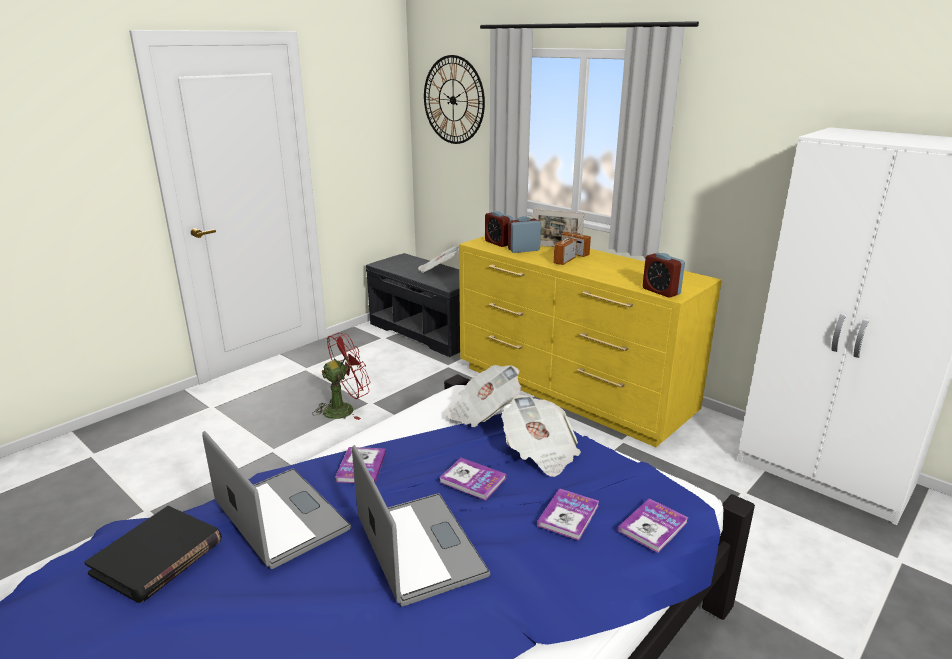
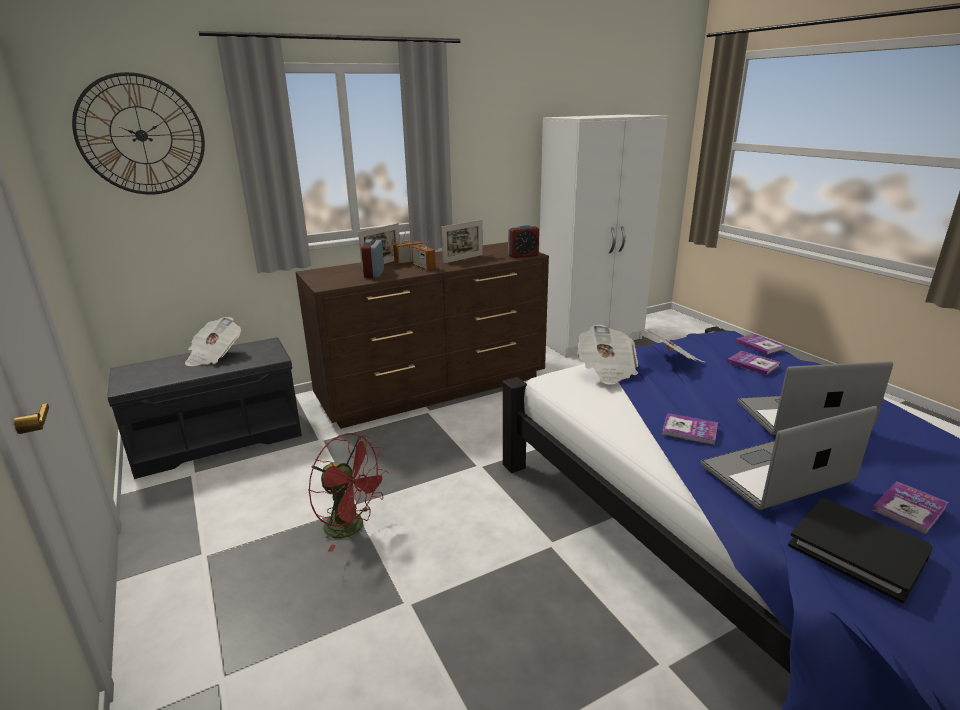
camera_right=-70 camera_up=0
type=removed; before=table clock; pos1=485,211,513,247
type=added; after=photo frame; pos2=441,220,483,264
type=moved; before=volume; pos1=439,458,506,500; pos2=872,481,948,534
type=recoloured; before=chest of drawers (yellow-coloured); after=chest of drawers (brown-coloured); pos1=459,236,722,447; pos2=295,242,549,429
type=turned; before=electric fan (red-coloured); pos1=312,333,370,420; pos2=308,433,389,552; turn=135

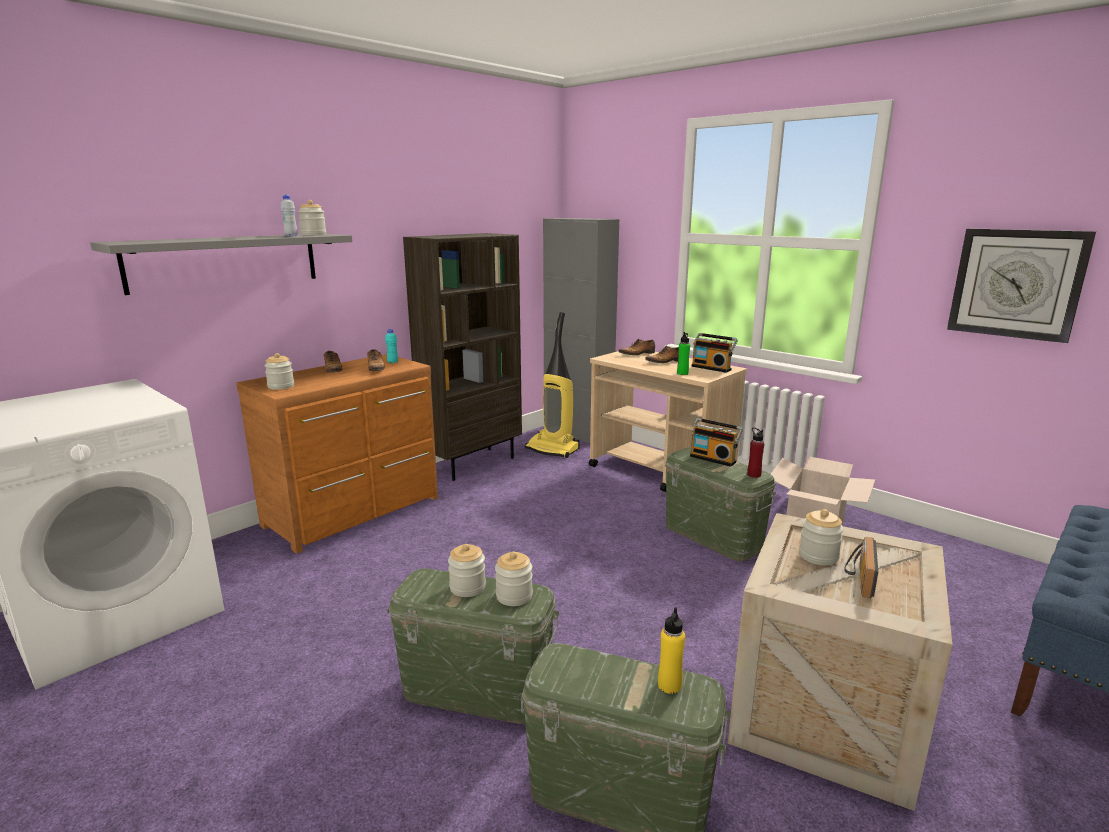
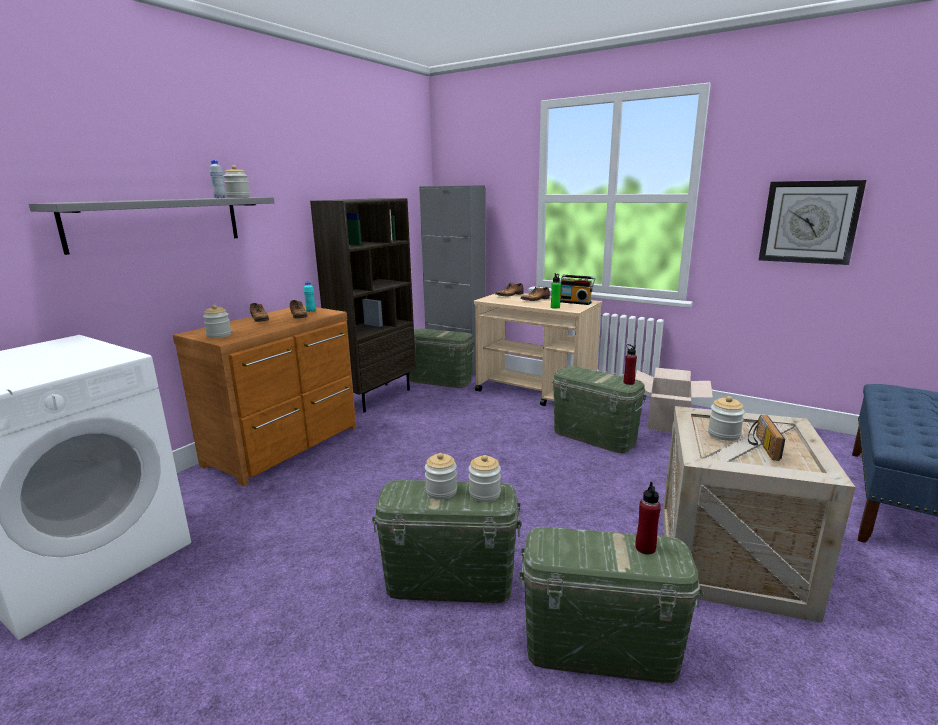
camera_right=-10 camera_up=0
type=removed; before=radio set; pos1=690,418,743,467
type=replaced; before=vacuum; after=storage box (greenish); pos1=525,312,580,458; pos2=409,329,475,388
type=recoloured; before=bottle (yellow-coloured); after=bottle (red-coloured); pos1=658,607,685,694; pos2=635,482,661,554

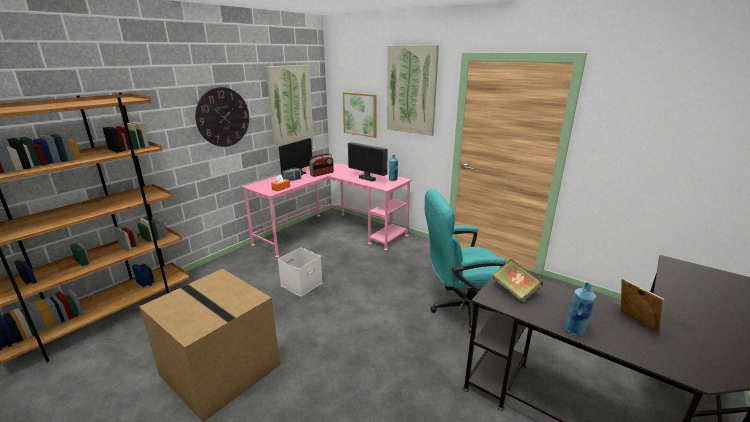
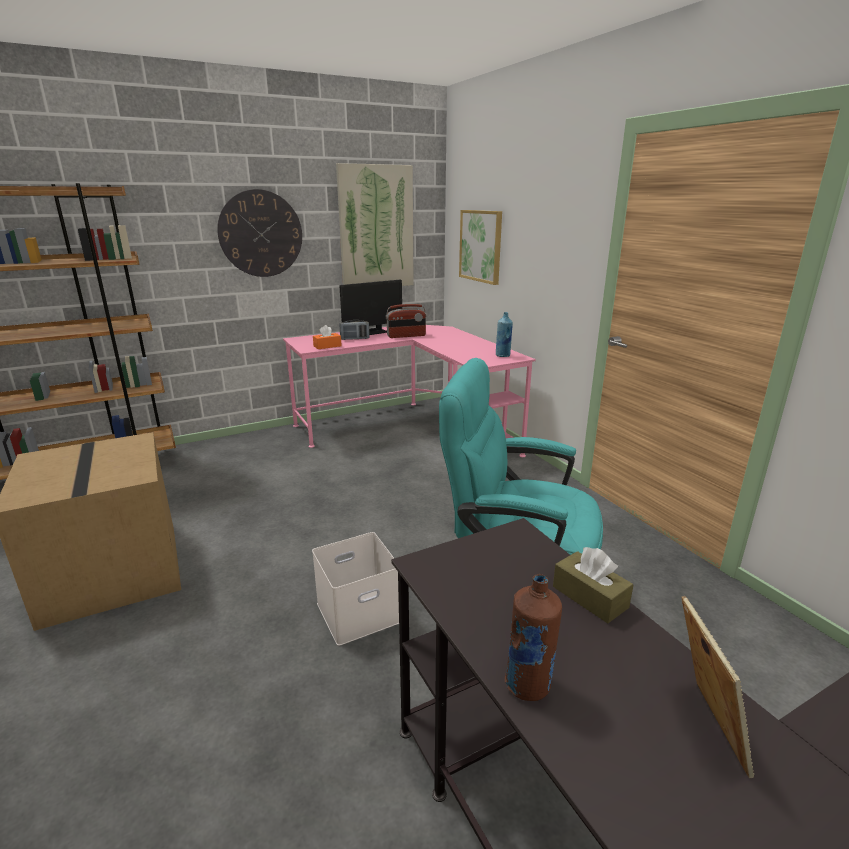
camera_right=25 camera_up=0
type=removed; before=computer display; pos1=348,142,388,181
type=removed; before=picture; pos1=387,45,439,136
type=removed; before=volume; pos1=493,259,543,303
type=added; after=tissue holder (brown-coloured); pos2=553,547,633,623
type=moved; before=storage box (white-coloured); pos1=278,247,323,297; pos2=312,532,399,646
type=recoloured; before=bottle (blue-coloured); after=bottle (brown-coloured); pos1=565,283,596,336; pos2=505,574,562,701

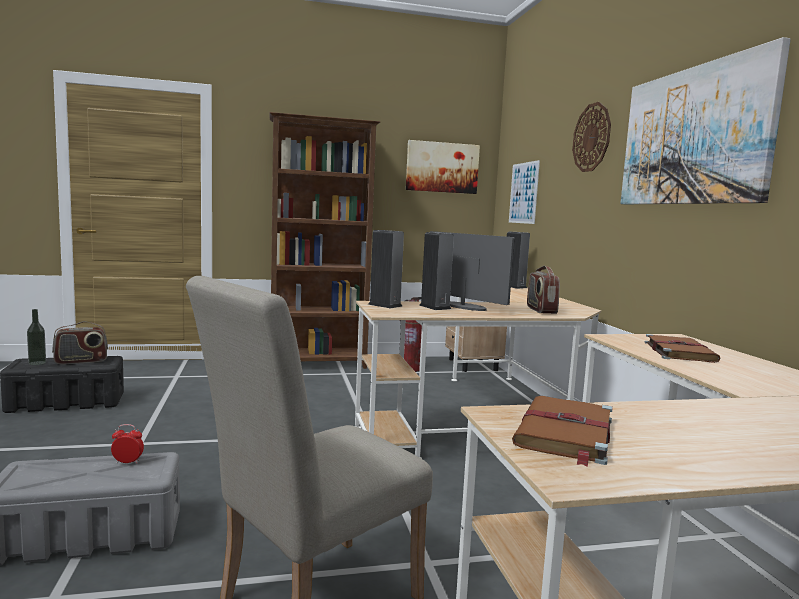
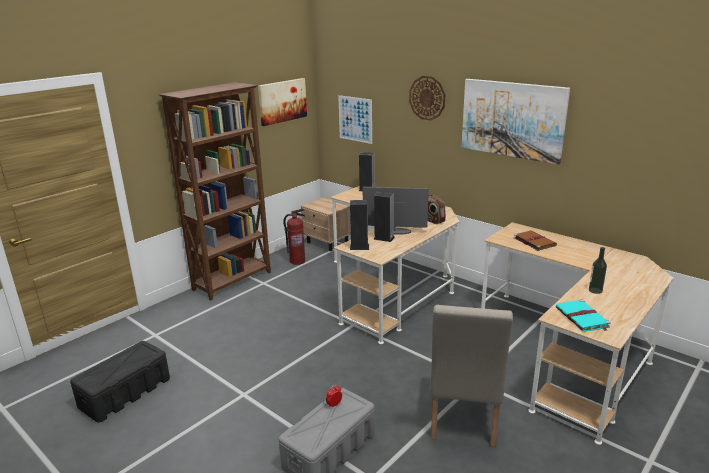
camera_right=-35 camera_up=15
type=removed; before=radio set; pos1=52,321,108,364
type=moved; before=bottle; pos1=27,309,46,365; pos2=589,247,607,294
type=recoloured; before=volume (brown-coloured); after=volume (turquoise); pos1=512,396,613,467; pos2=556,300,611,332

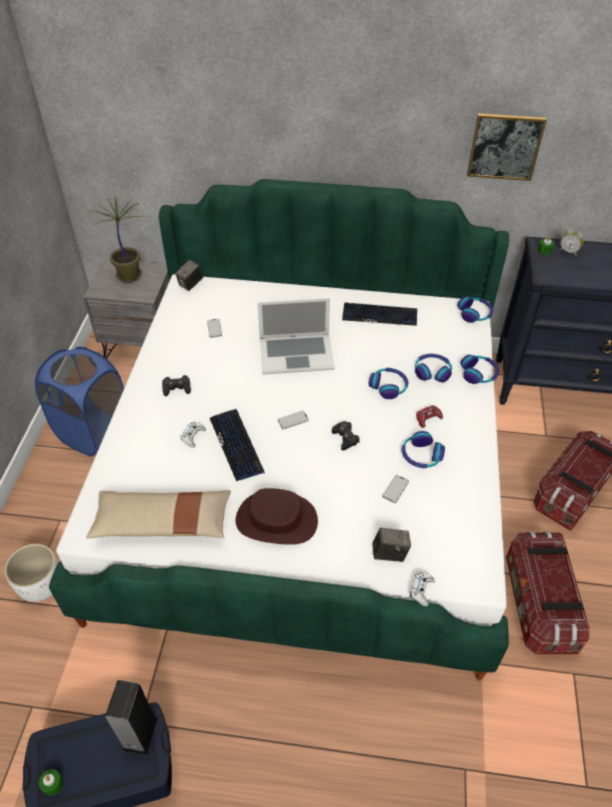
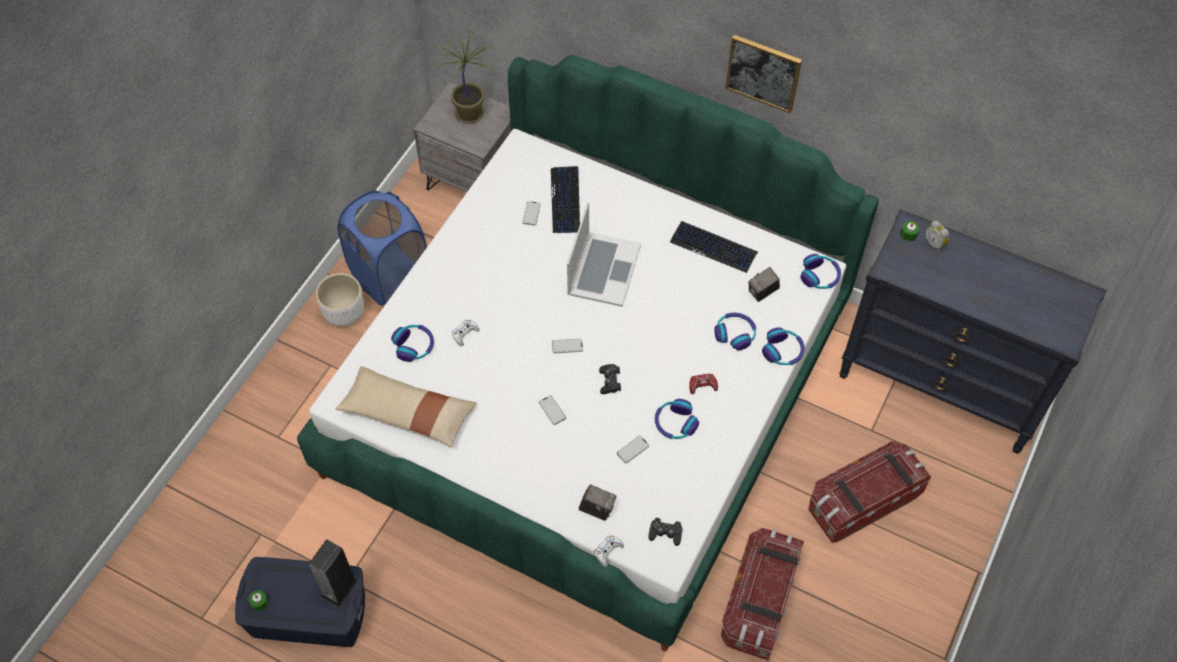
camera_right=20 camera_up=10
type=removed; before=wearable hat (brown-coloured); pos1=236,488,318,545
type=added; after=phone; pos2=539,395,566,425
type=moved; before=flower pot (white-coloured); pos1=4,544,58,602; pos2=316,273,364,326
type=moved; before=game controller (black); pos1=162,375,191,396; pos2=648,517,682,546
type=moved; before=still camera; pos1=175,260,203,291; pos2=749,267,780,302
type=moved; before=computer keyboard; pos1=210,409,265,482; pos2=551,166,580,233
type=moved; before=headset; pos1=369,368,408,399; pos2=391,325,434,362
type=moved; before=picture; pos1=467,113,547,181; pos2=725,35,802,113
type=turned; before=notebook computer; pos1=258,298,335,375; pos2=567,202,641,307; turn=-90

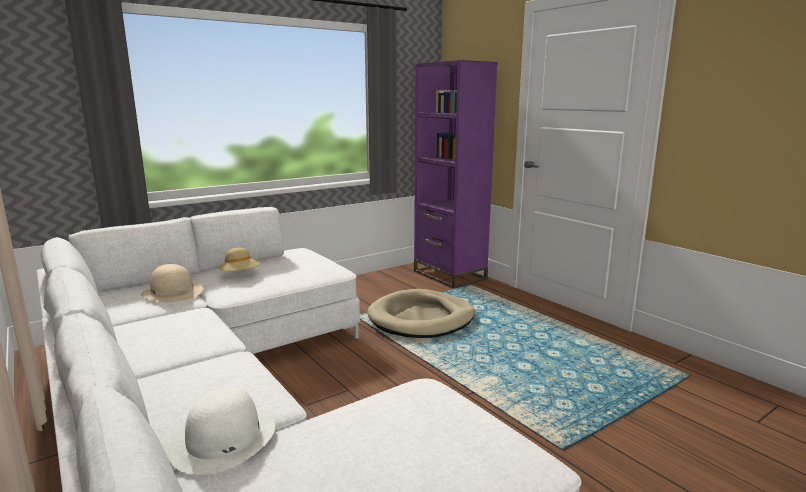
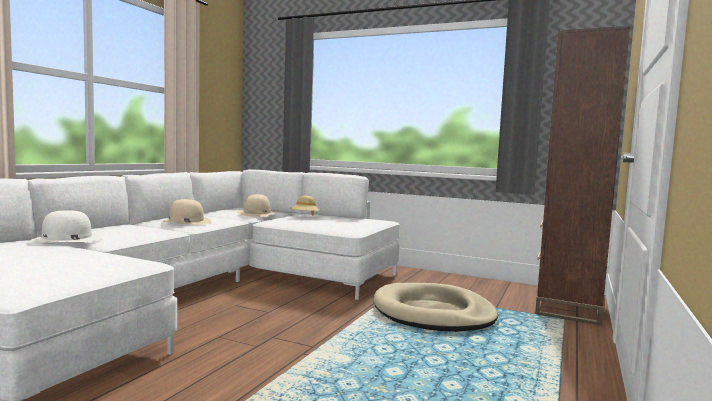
camera_right=60 camera_up=-10
type=added; after=wearable hat (sand-coloured); pos2=162,199,211,225
type=recoloured; before=bookshelf (purple-coloured); after=bookshelf (brown-coloured); pos1=414,60,498,289; pos2=535,26,630,325

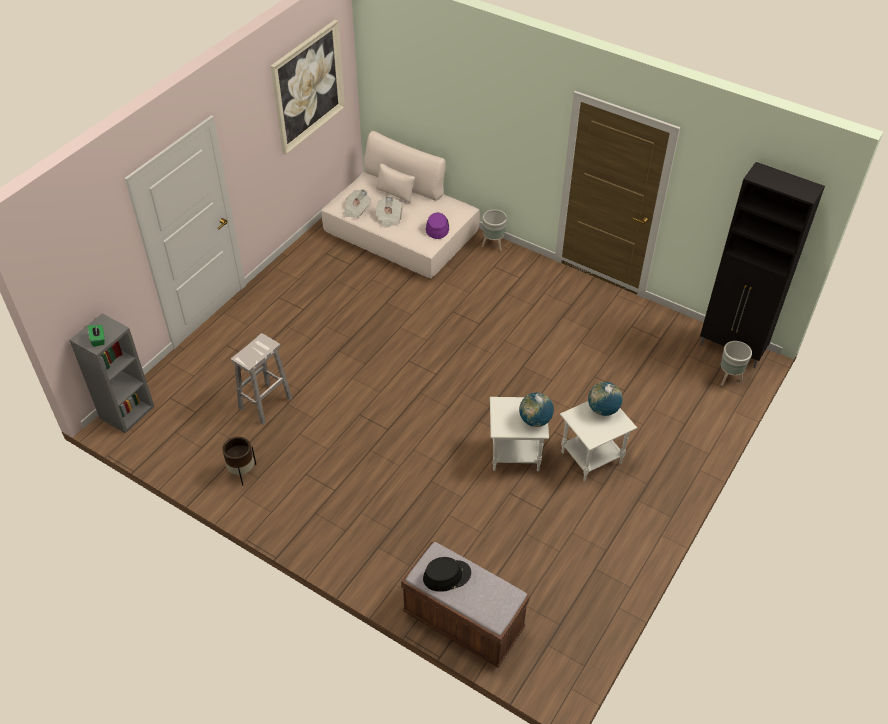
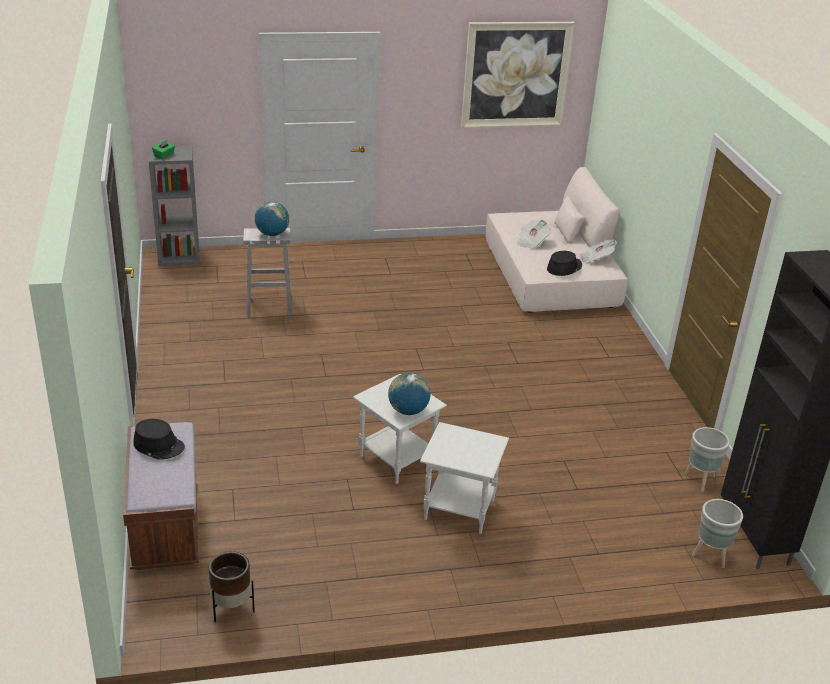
camera_right=45 camera_up=-15
type=moved; before=flower pot (brown-coloured); pos1=222,437,256,486; pos2=209,551,255,622
type=moved; before=newspaper; pos1=343,189,371,218; pos2=579,238,617,263
type=moved; before=flower pot (greyish); pos1=482,210,507,251; pos2=684,427,730,492
type=moved; before=globe; pos1=588,382,623,416; pos2=255,201,289,236
type=recoloured; before=wearable hat (purple-coloured); after=wearable hat (black); pos1=426,213,449,239; pos2=547,251,582,276

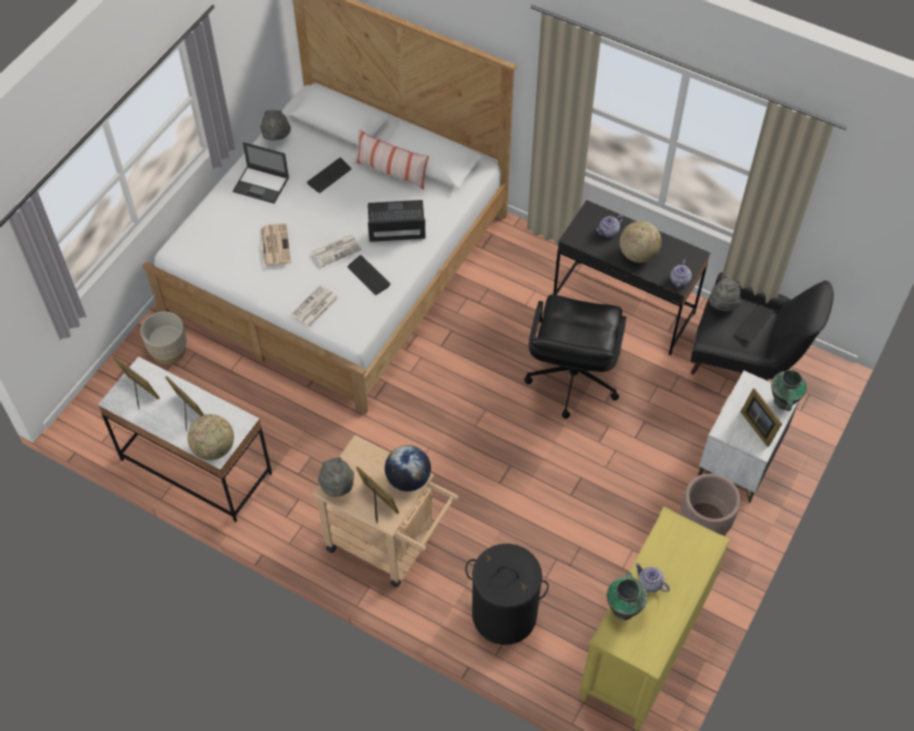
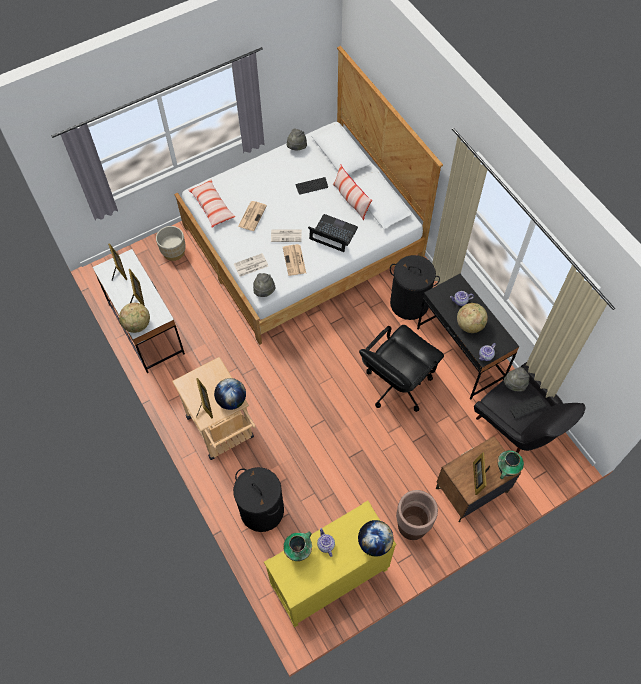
camera_right=30 camera_up=5
type=removed; before=notebook computer; pos1=233,142,289,204
type=added; after=pillow; pos2=188,179,236,228
type=added; after=globe; pos2=358,520,394,557
type=added; after=hamper (black); pos2=390,255,440,320
type=moved; before=wearable hat (greyish); pos1=318,457,354,497; pos2=253,273,276,297
type=replaced; before=computer keyboard; after=newspaper; pos1=347,255,390,295; pos2=283,244,306,276
type=recoloured; before=nightstand (white-coloured); after=nightstand (brown-coloured); pos1=698,371,799,503; pos2=436,436,522,522

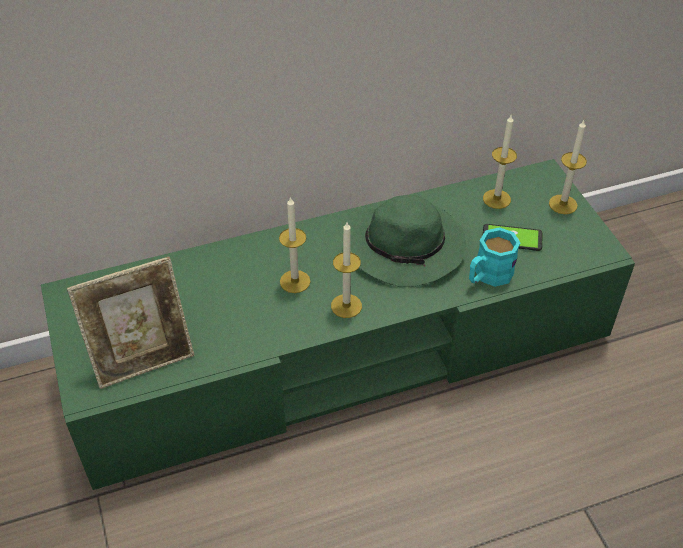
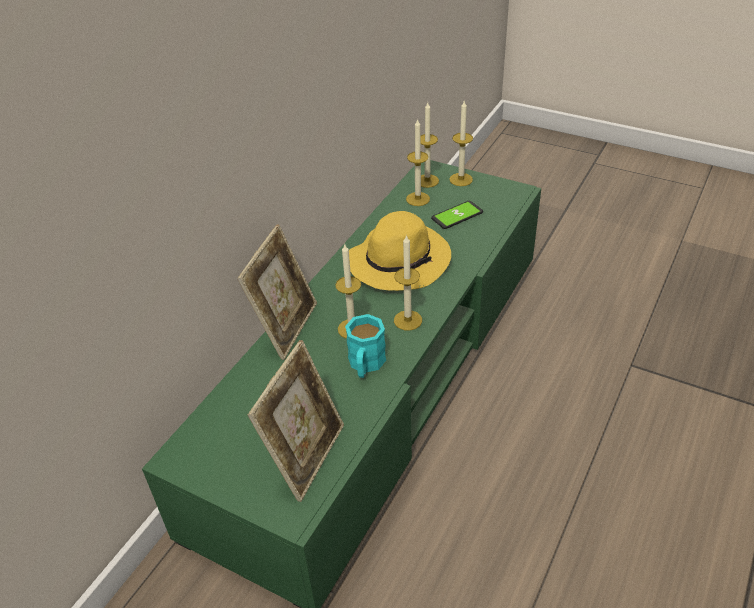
camera_right=-40 camera_up=-5
type=added; after=photo frame; pos2=237,224,317,360
type=added; after=wax light; pos2=420,102,439,188
type=moved; before=mug (turquoise); pos1=469,227,520,287; pos2=345,314,386,378
type=recoloured; before=wearable hat (greenish); after=wearable hat (yellow-coloured); pos1=348,195,466,287; pos2=349,211,451,291

